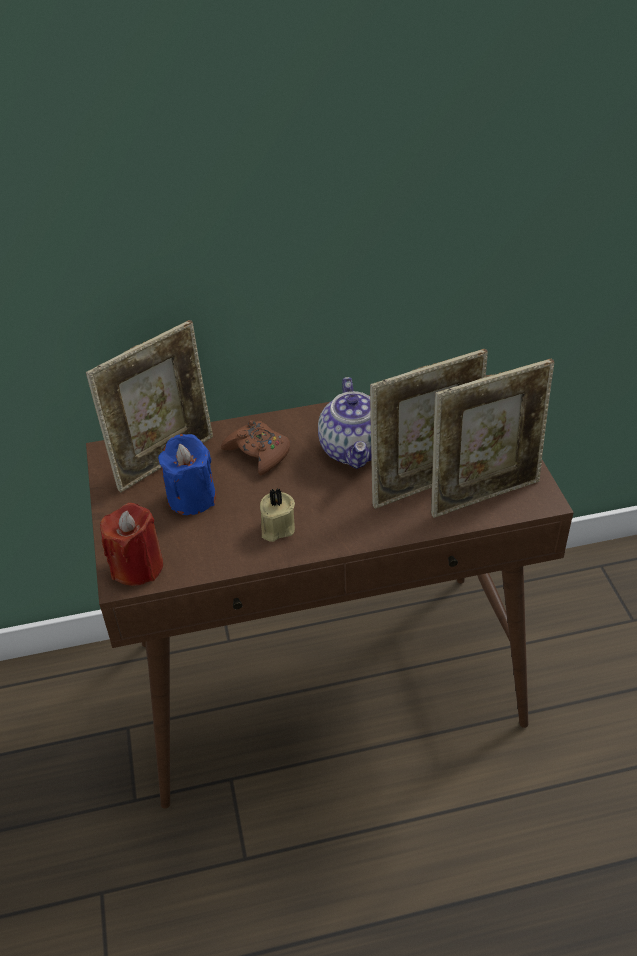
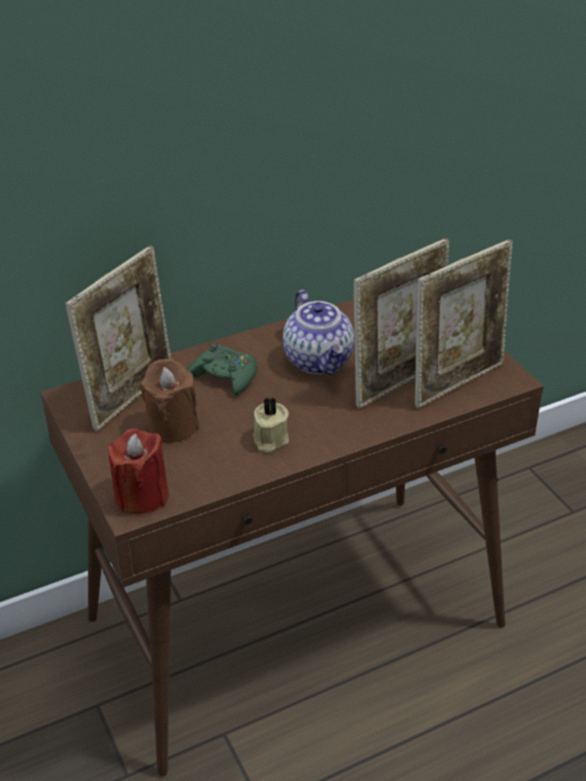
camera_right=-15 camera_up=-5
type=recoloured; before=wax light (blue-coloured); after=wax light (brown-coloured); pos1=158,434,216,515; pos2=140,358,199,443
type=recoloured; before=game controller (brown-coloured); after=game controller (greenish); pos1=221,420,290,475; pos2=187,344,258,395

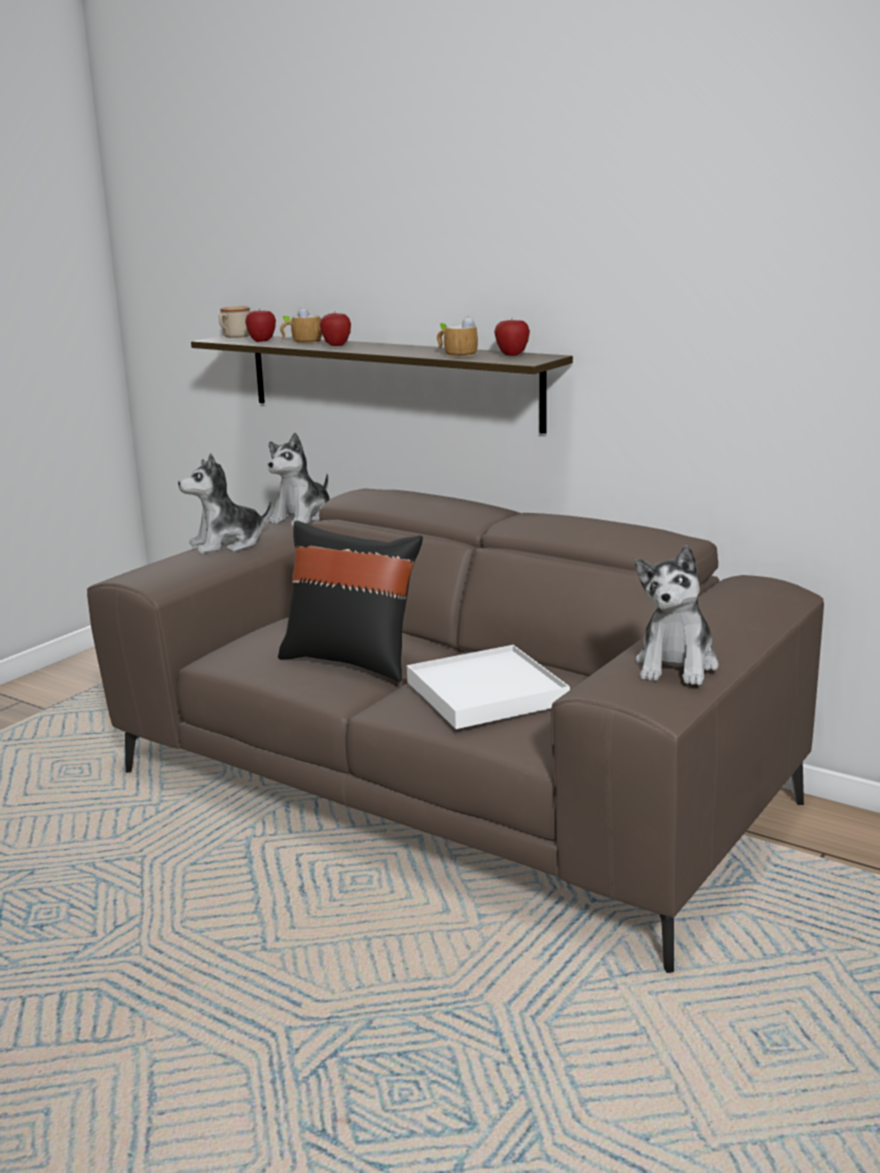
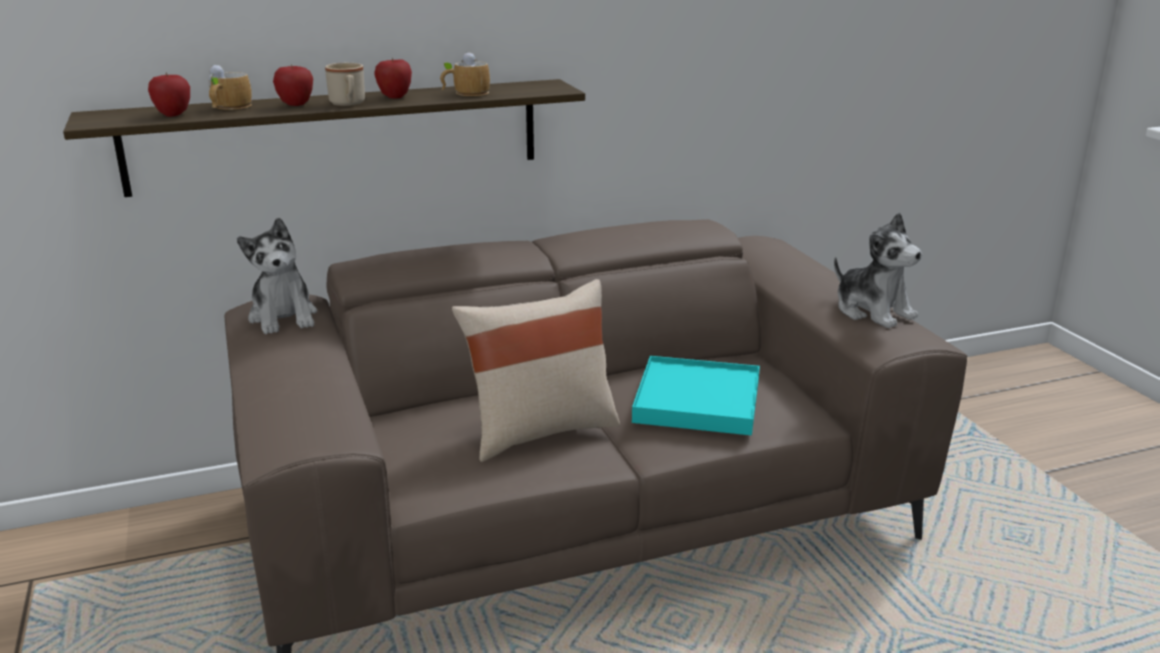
camera_right=-55 camera_up=5
type=removed; before=soft toy; pos1=178,453,272,554
type=moved; before=mug (sand-coloured); pos1=219,306,250,338; pos2=325,63,365,106
type=moved; before=whole apple; pos1=494,320,530,356; pos2=374,57,412,98
type=recoloured; before=pillow (black); after=pillow (sand-coloured); pos1=278,521,423,682; pos2=452,279,620,462
type=recoloured; before=tray (white-coloured); after=tray (turquoise); pos1=407,645,570,729; pos2=632,356,760,435

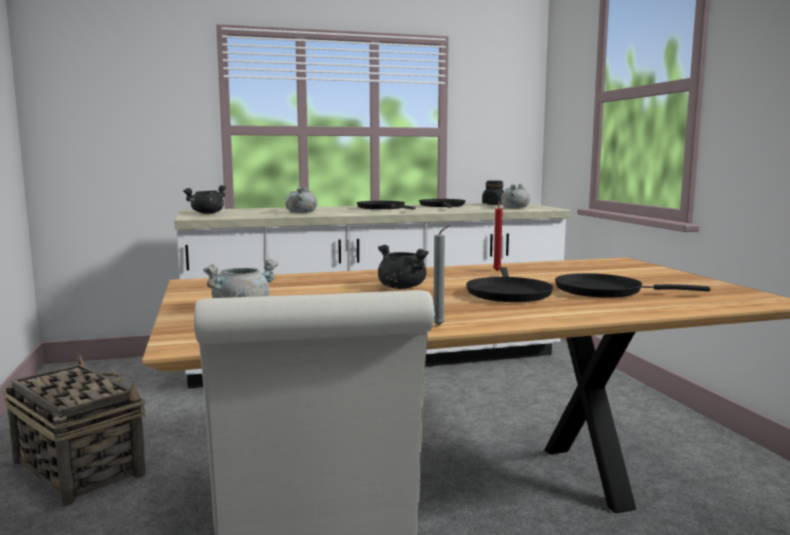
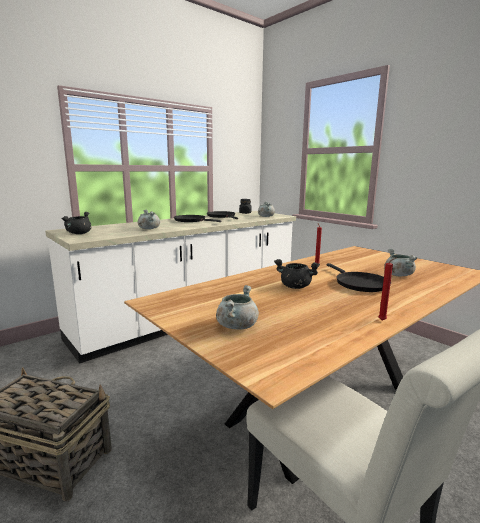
camera_right=-25 camera_up=5
type=replaced; before=skillet (black); after=stockpot (greyish); pos1=555,273,711,298; pos2=385,249,417,276
type=recoloured; before=wax light (greyish); after=wax light (red-coloured); pos1=434,225,450,326; pos2=378,257,398,321

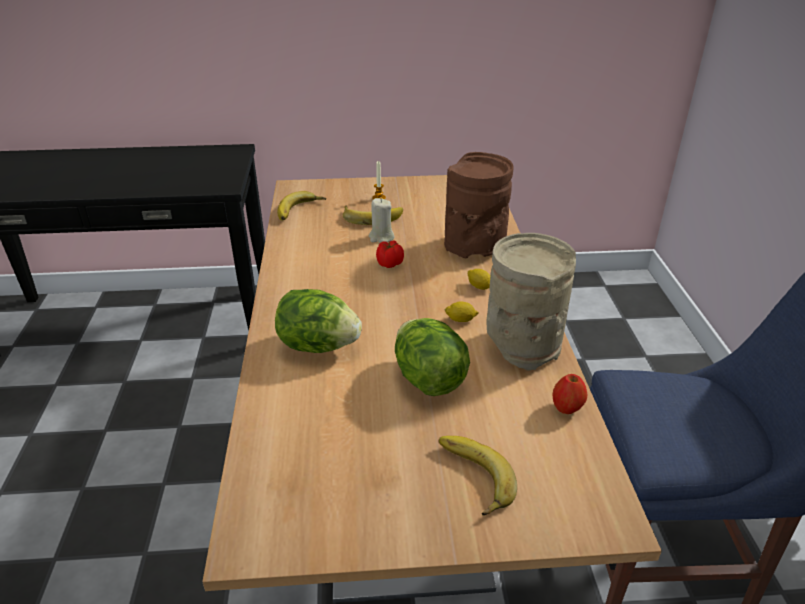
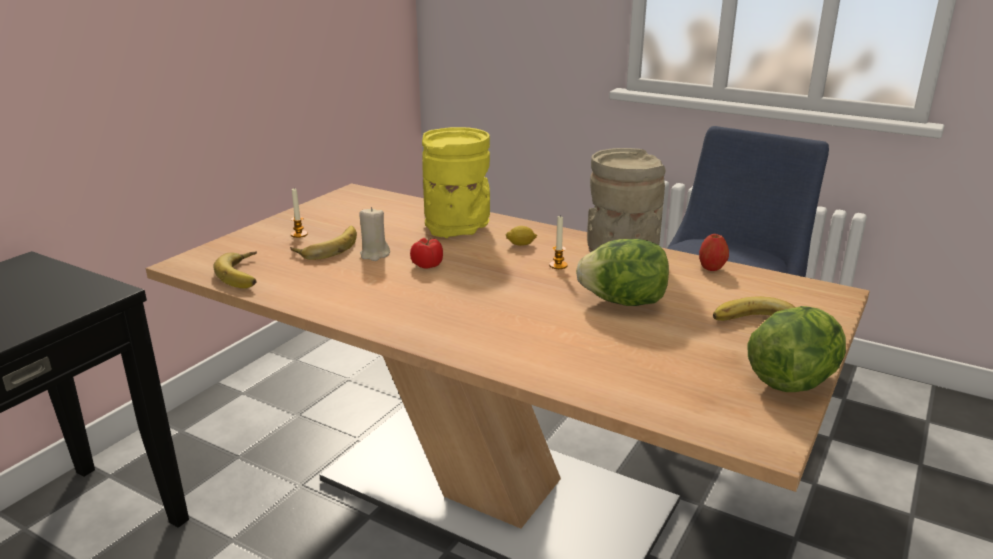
camera_right=-55 camera_up=-10
type=moved; before=head of lettuce; pos1=275,289,362,353; pos2=747,306,846,392
type=replaced; before=citrus fruit; after=wax light; pos1=444,301,478,322; pos2=549,215,568,269
type=recoloured; before=flower vase (brown-coloured); after=flower vase (yellow-coloured); pos1=444,152,513,258; pos2=422,127,490,238

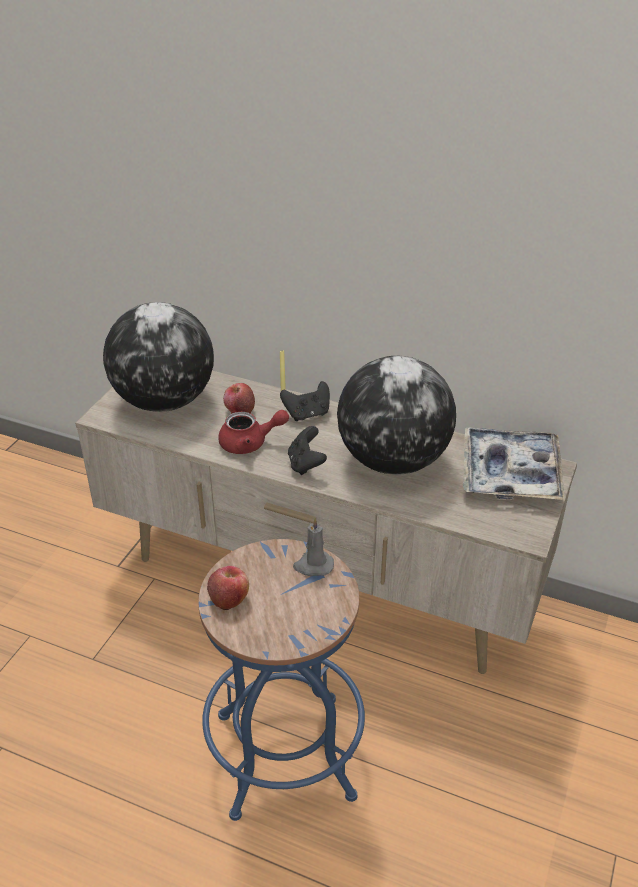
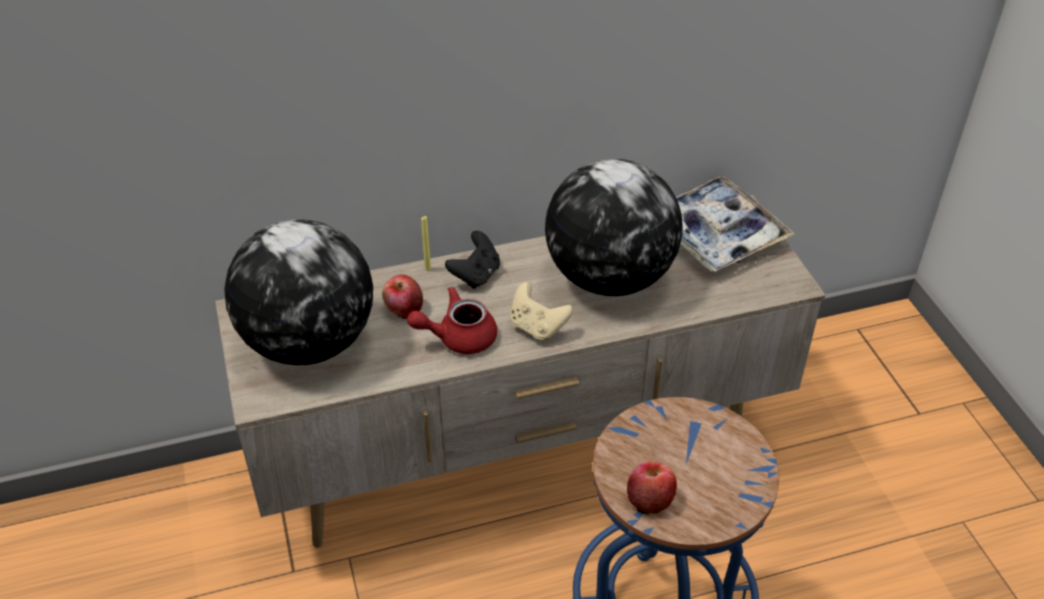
camera_right=-40 camera_up=5
type=removed; before=wax light (greyish); pos1=293,517,334,576
type=recoloured; before=game controller (black); after=game controller (sand-coloured); pos1=288,426,327,475; pos2=510,282,573,341
type=turned; before=teapot (red-coloured); pos1=218,410,289,454; pos2=407,287,497,354; turn=-150

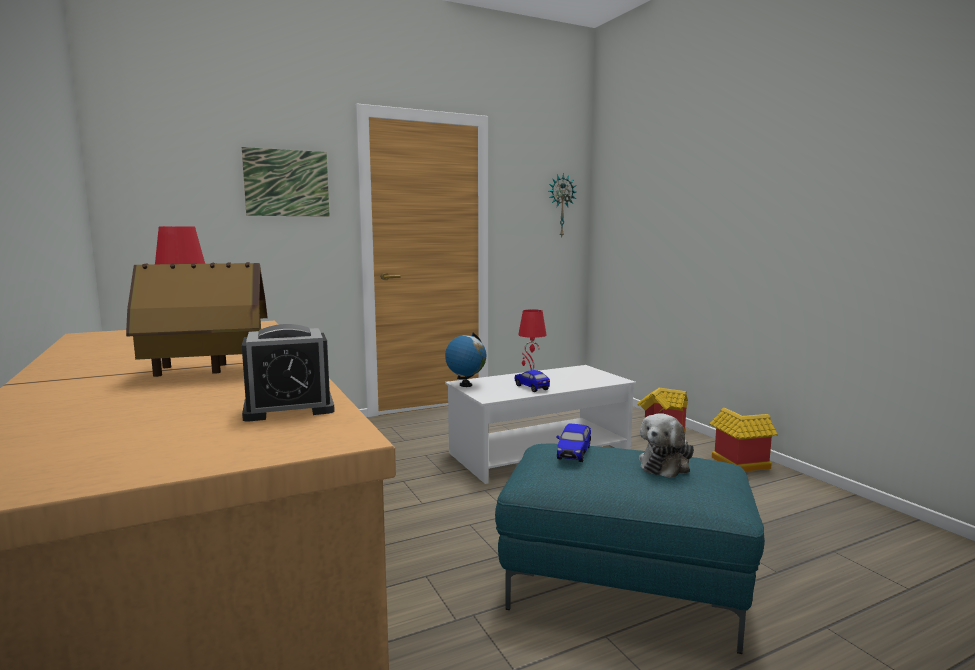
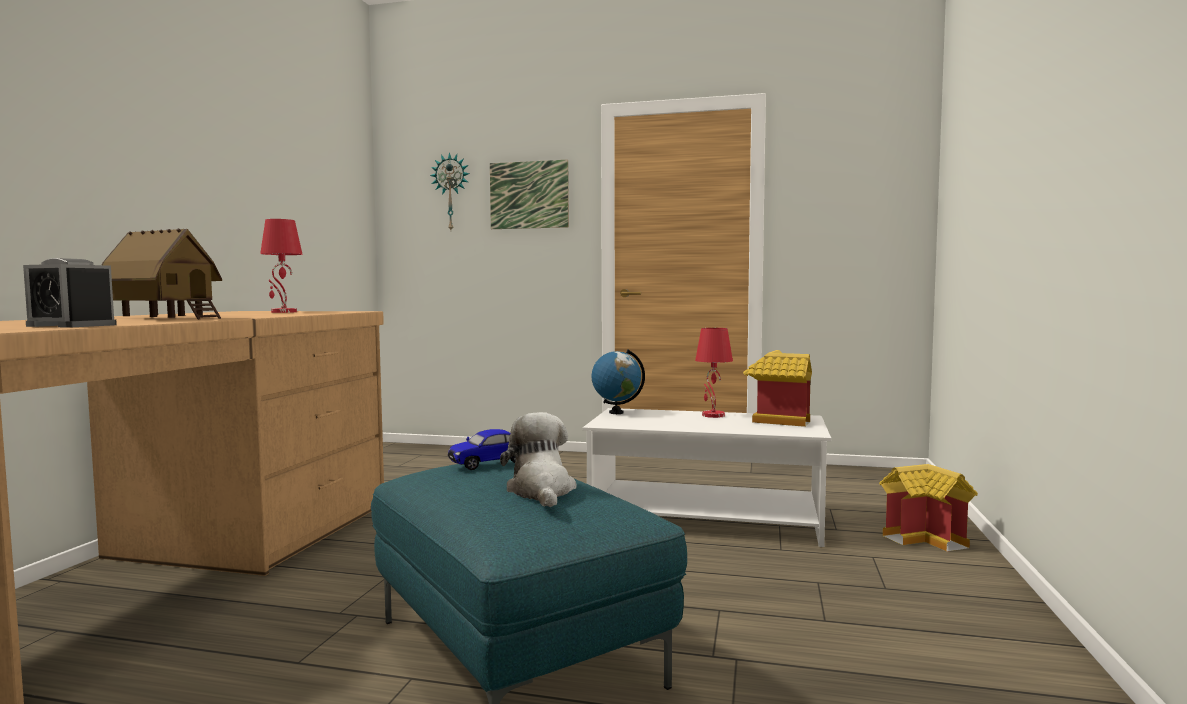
camera_right=40 camera_up=-5
type=removed; before=model car; pos1=515,370,550,392
type=moved; before=hanging clock; pos1=549,173,576,237; pos2=430,152,469,230
type=moved; before=miniature house; pos1=709,408,778,472; pos2=743,350,812,427
type=turned; before=soft toy; pos1=639,413,694,478; pos2=500,412,576,507; turn=90

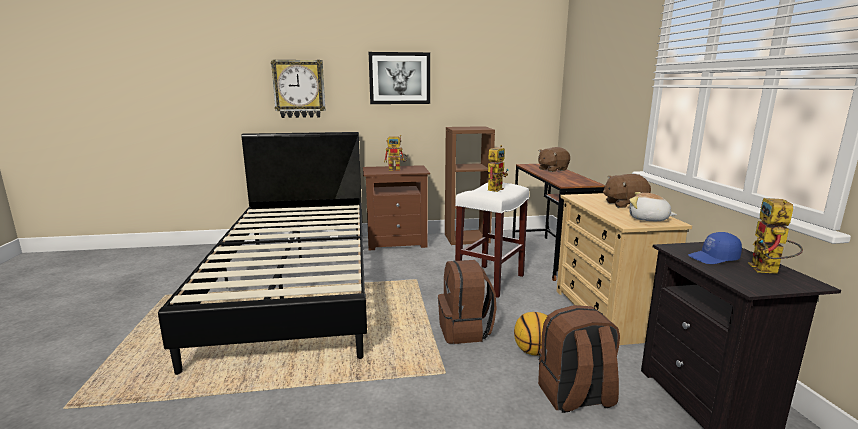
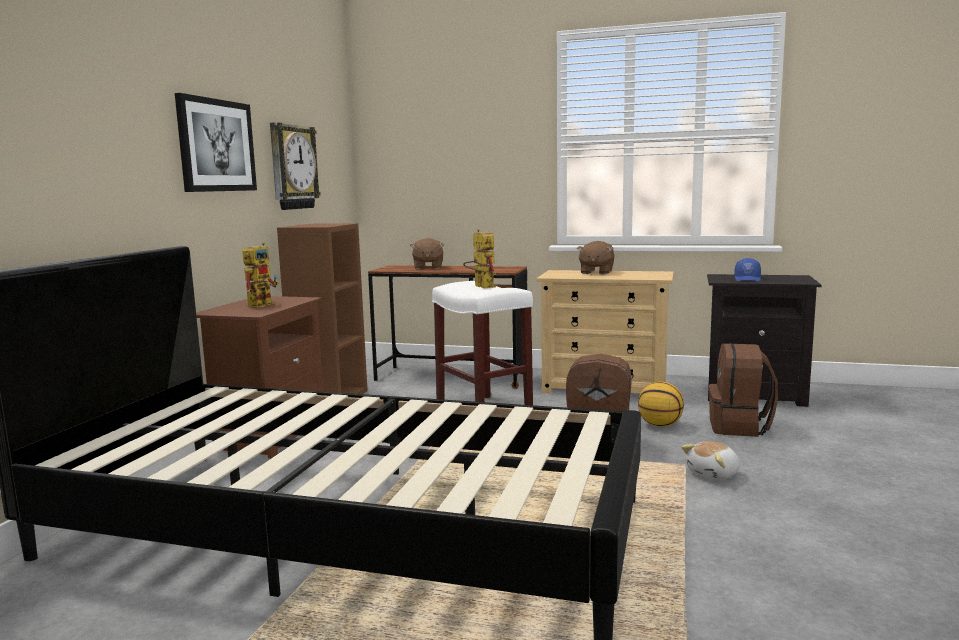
camera_right=-65 camera_up=-5
type=removed; before=toy robot; pos1=748,198,803,274
type=moved; before=hanging clock; pos1=271,60,325,118; pos2=270,122,321,210
type=moved; before=soft toy; pos1=629,192,677,221; pos2=681,441,740,480

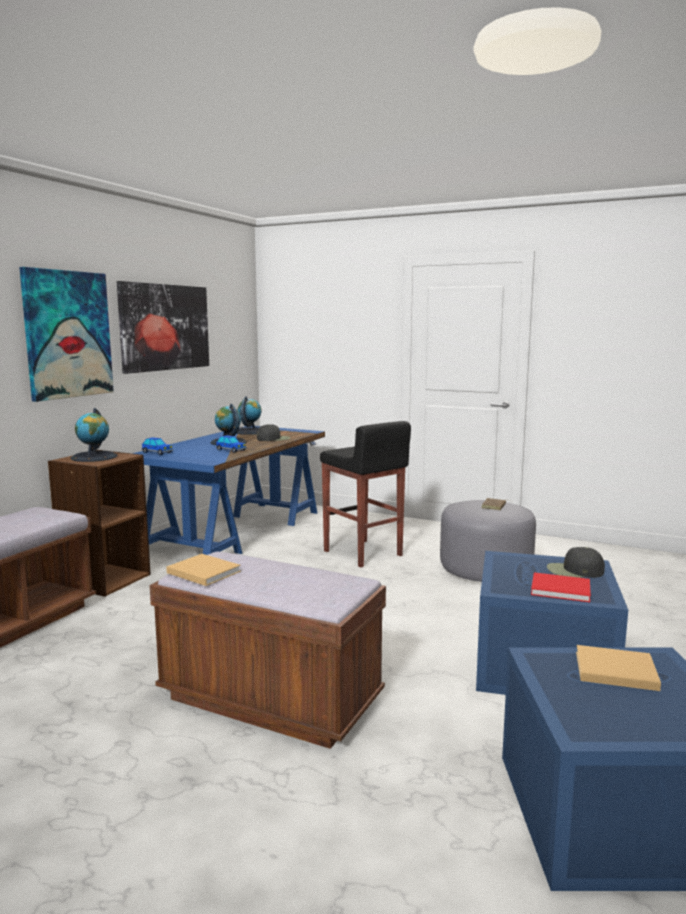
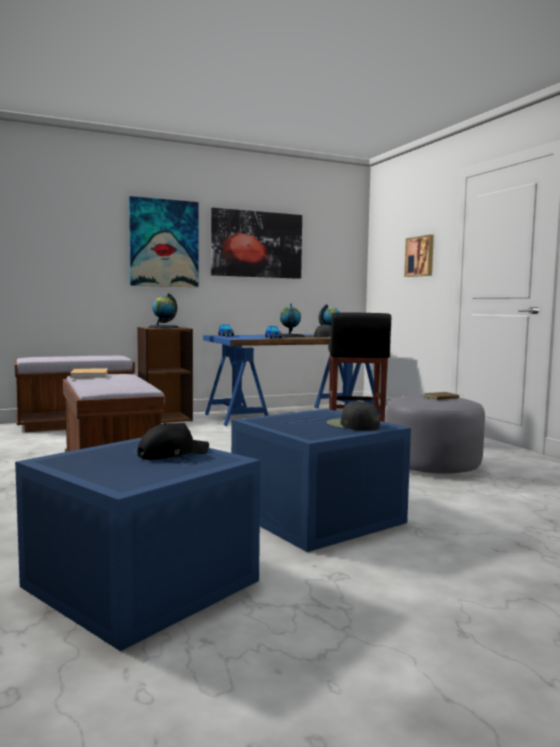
camera_right=40 camera_up=-5
type=removed; before=volume (red-coloured); pos1=531,572,591,602
type=added; after=picture; pos2=404,235,434,277
type=replaced; before=volume (sand-coloured); after=peaked cap (black); pos1=576,645,661,691; pos2=138,423,209,460

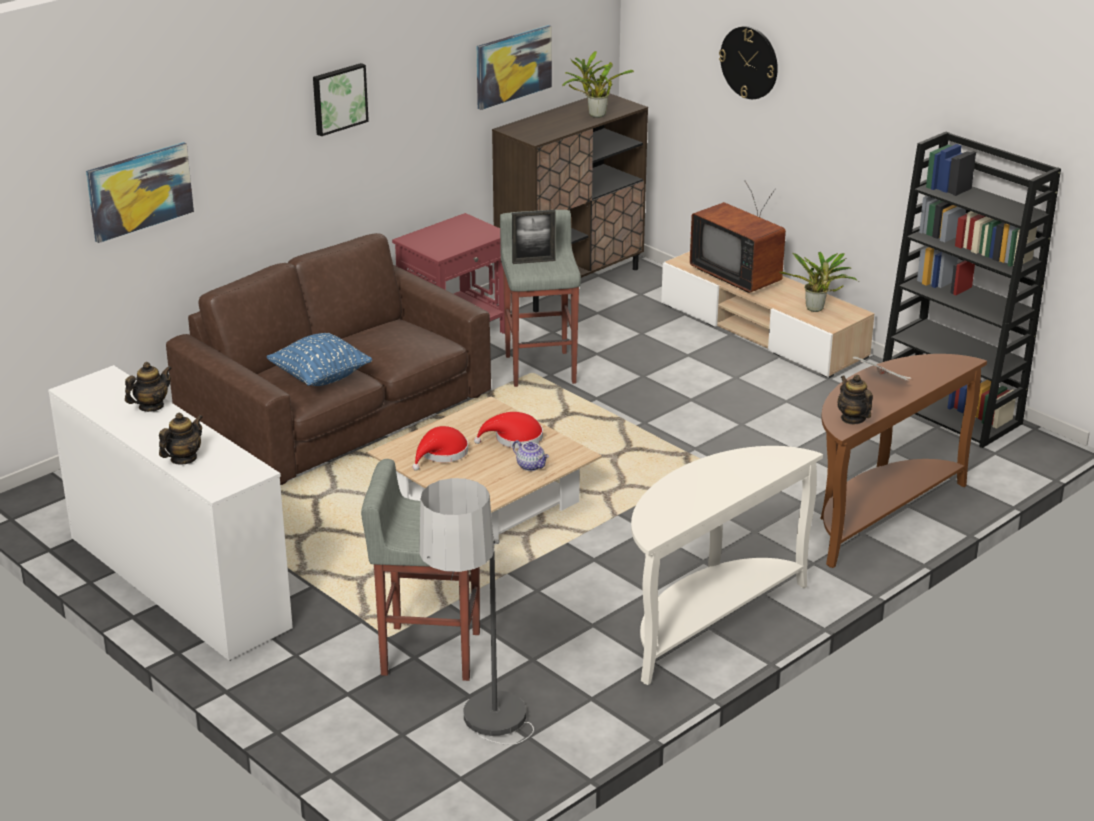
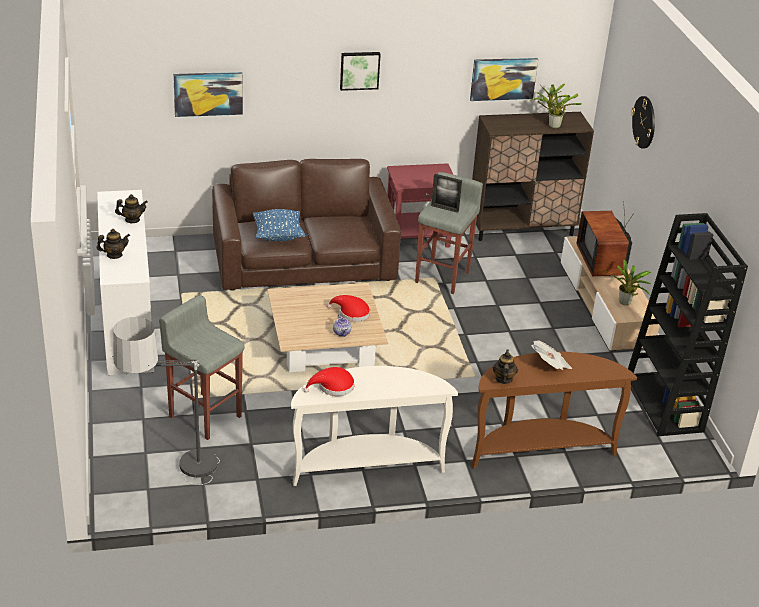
camera_right=30 camera_up=5
type=moved; before=wearable hat (red-coloured); pos1=412,426,468,471; pos2=303,367,355,396

